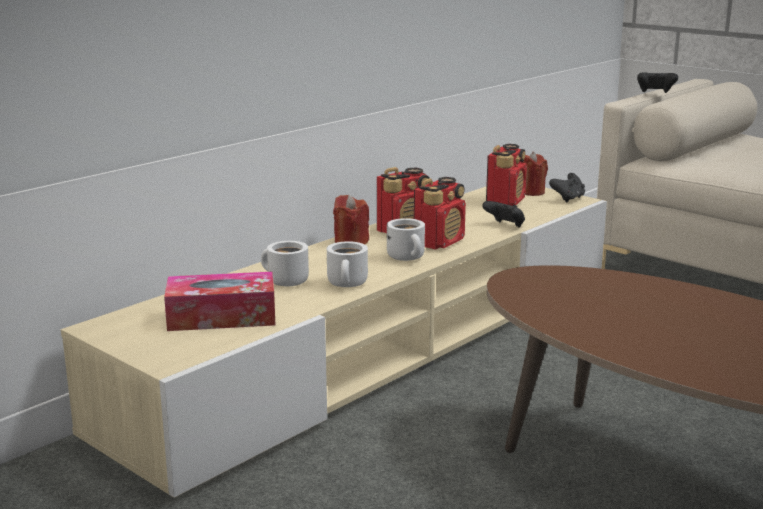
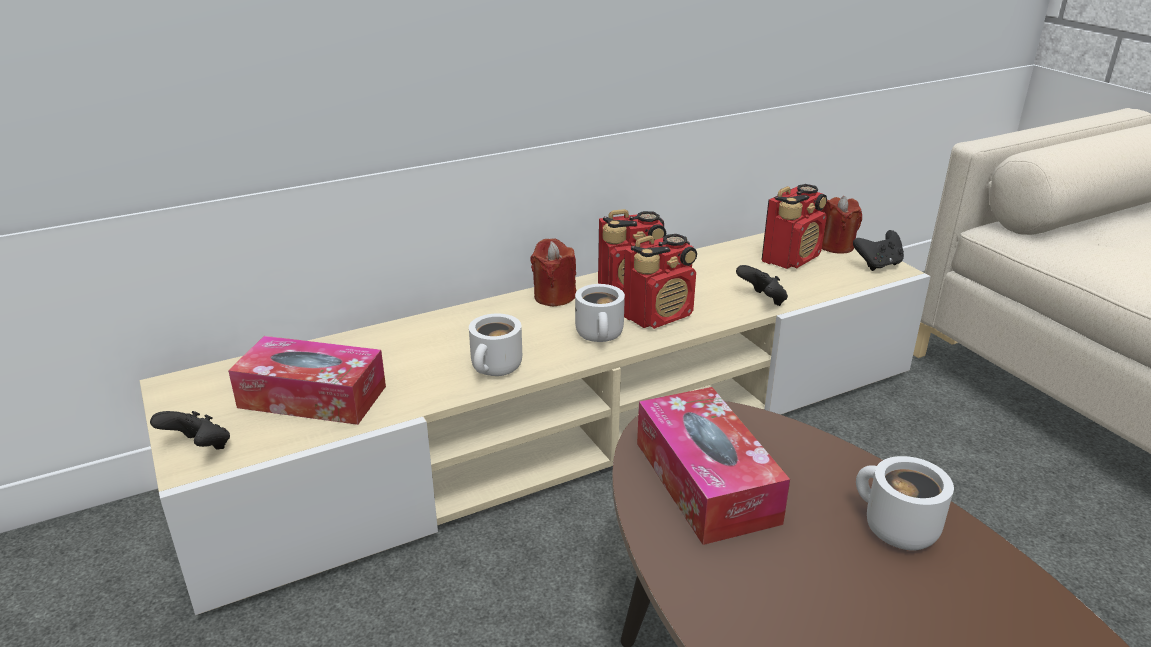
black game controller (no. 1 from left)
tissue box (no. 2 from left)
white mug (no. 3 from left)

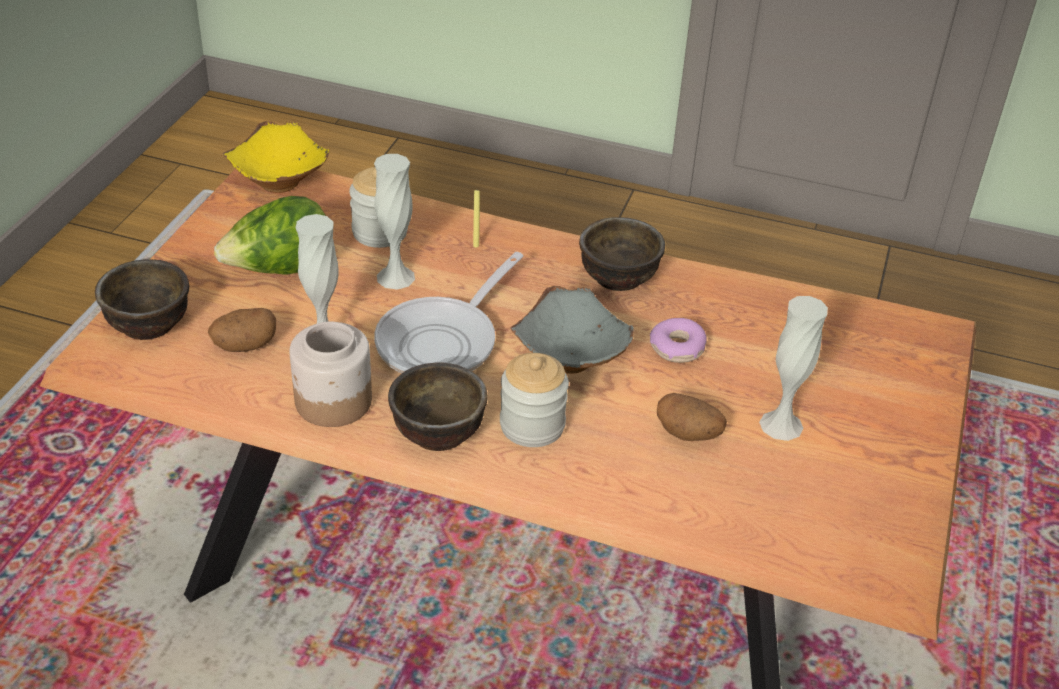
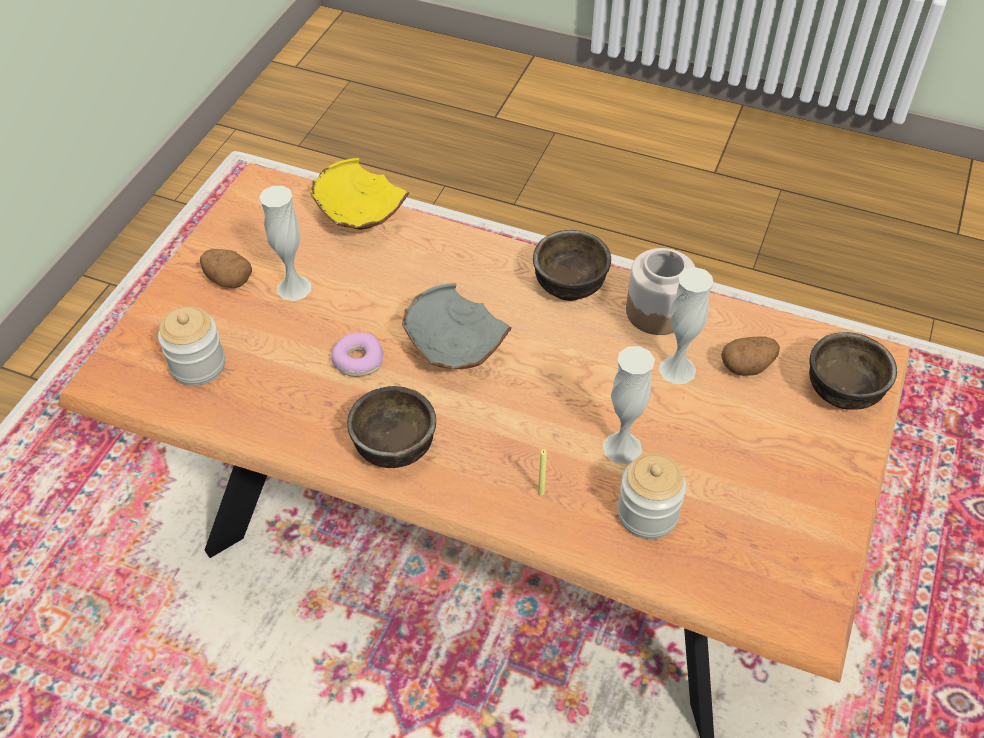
jar (no. 1 from left)
potato (no. 1 from left)
yellow bowl
lettuce
frying pan

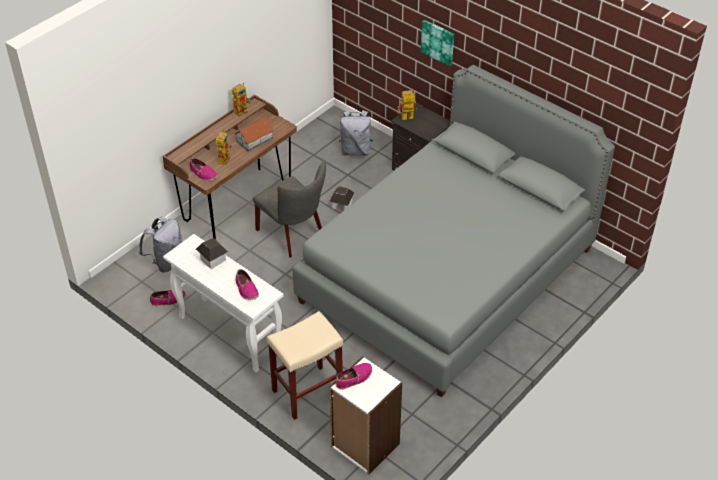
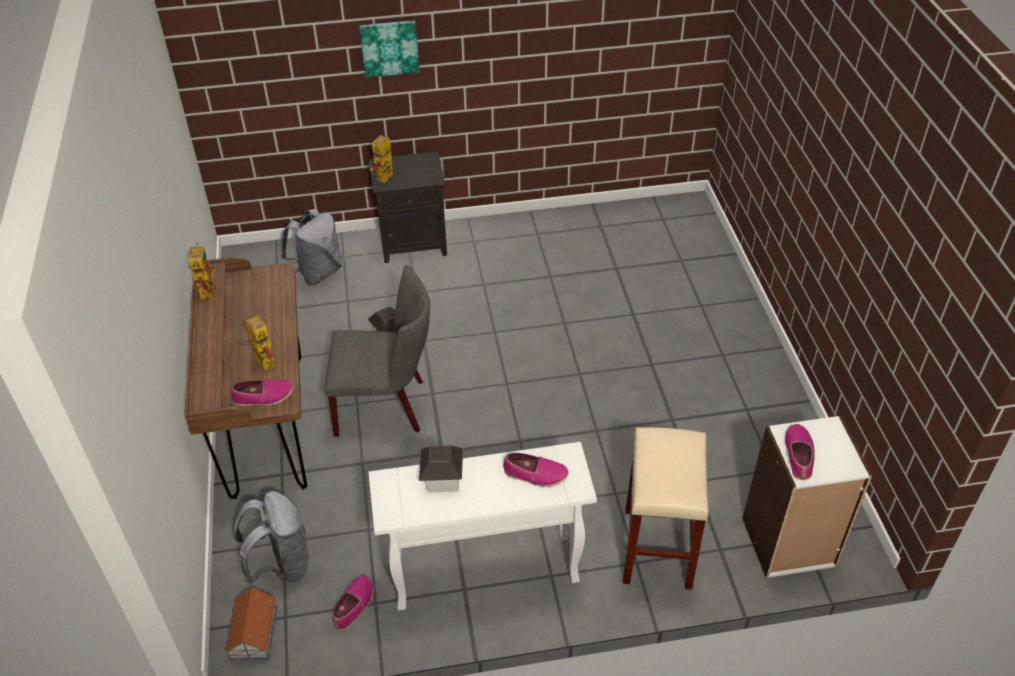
toy house (no. 1 from left)
grey bed

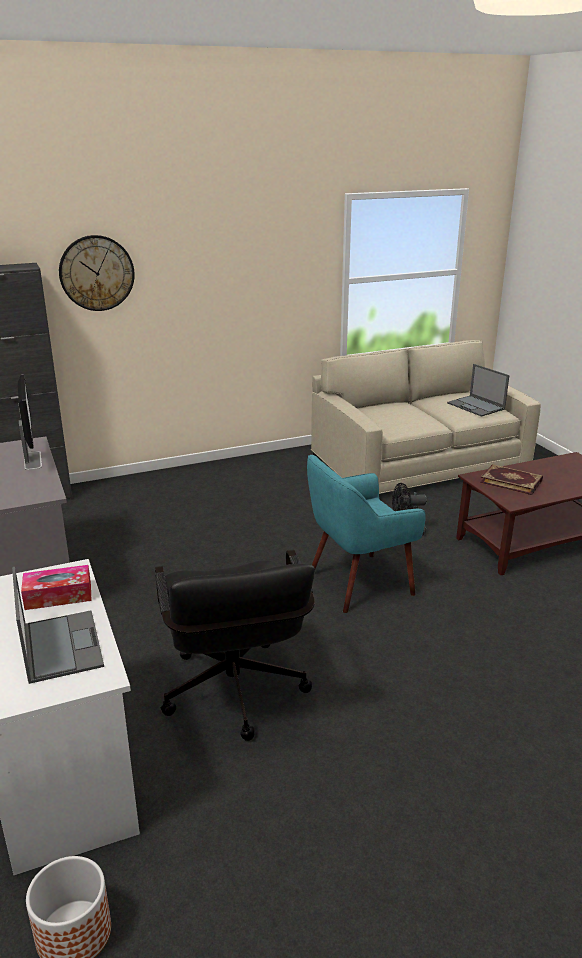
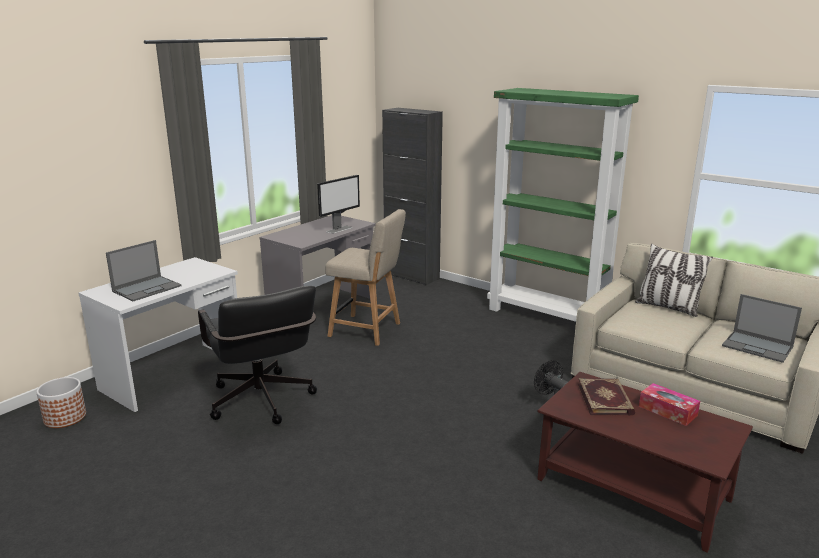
black office chair
beige chair
green bookcase
pillow
tissue box
laptop (no. 2 from left)
wall clock
turquoise armchair

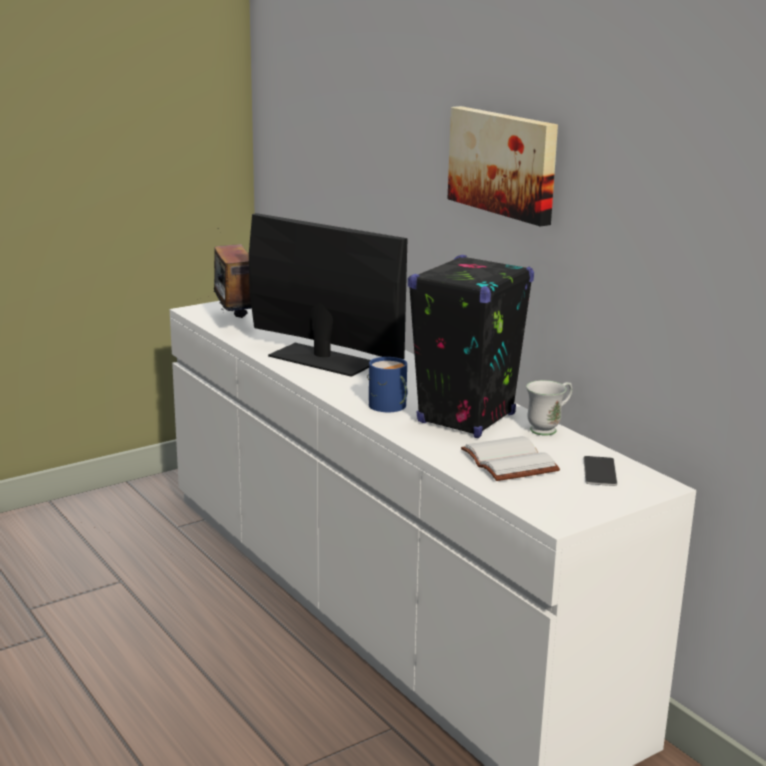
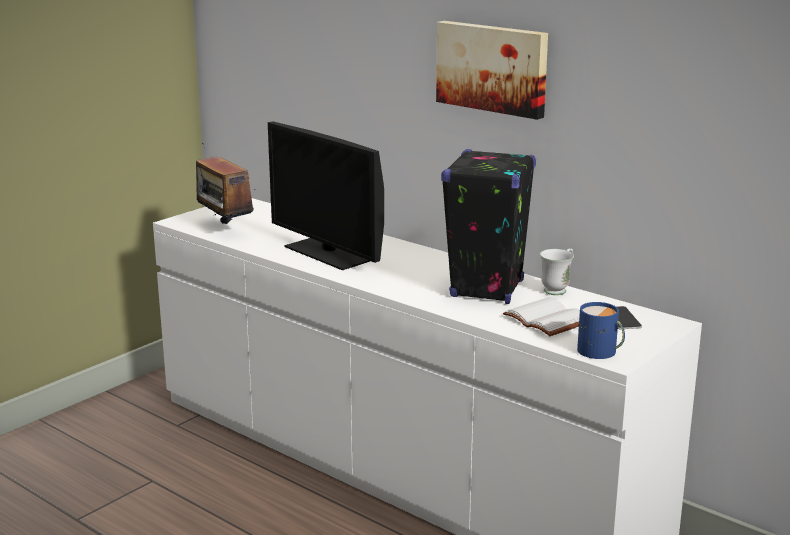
monitor
blue mug

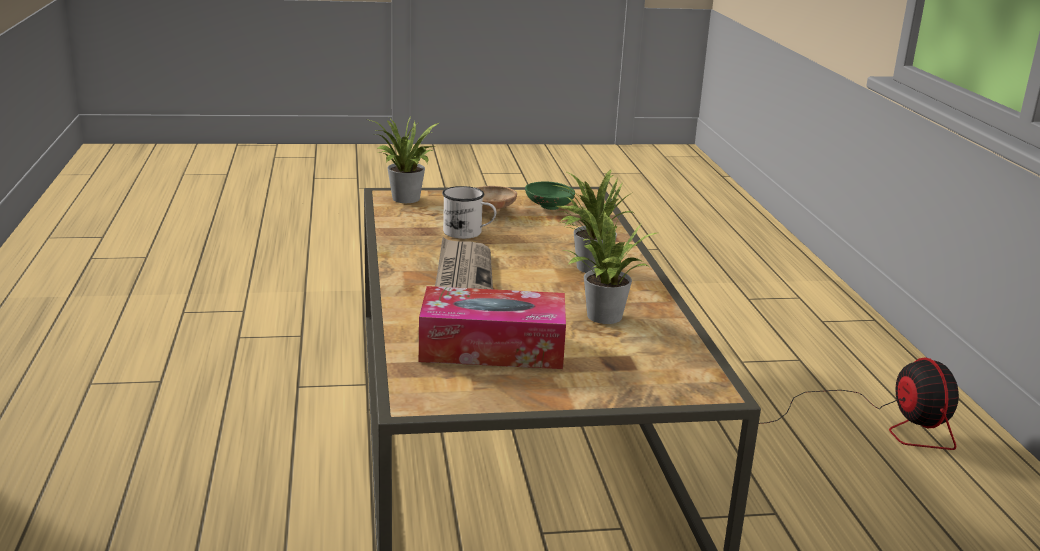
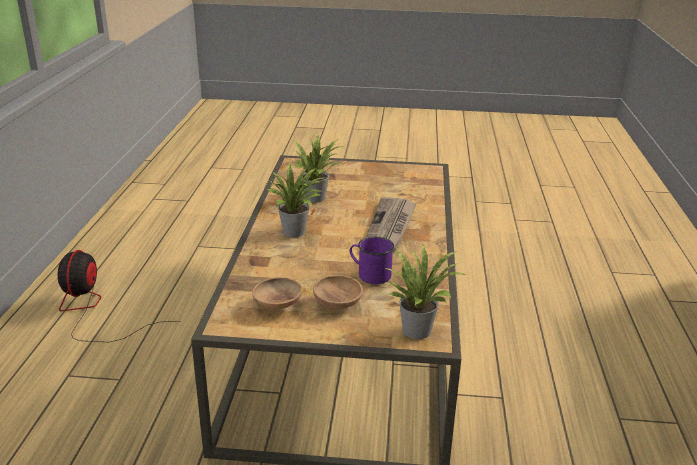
brown bowl (no. 1 from left)
purple mug
tissue box

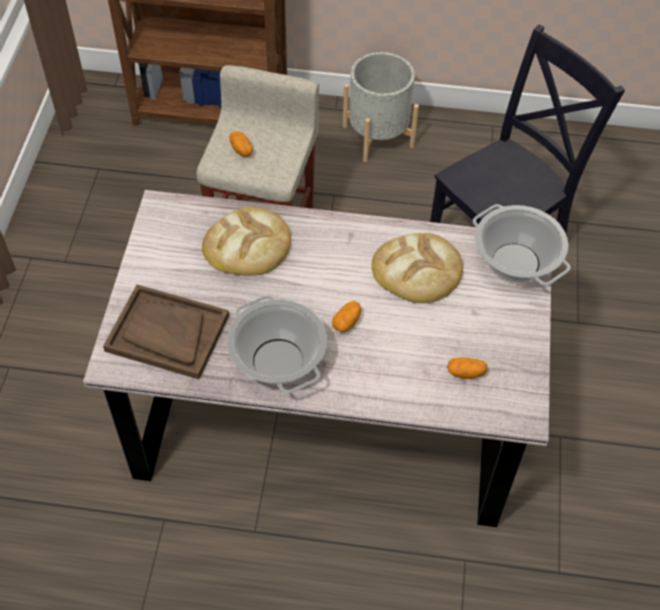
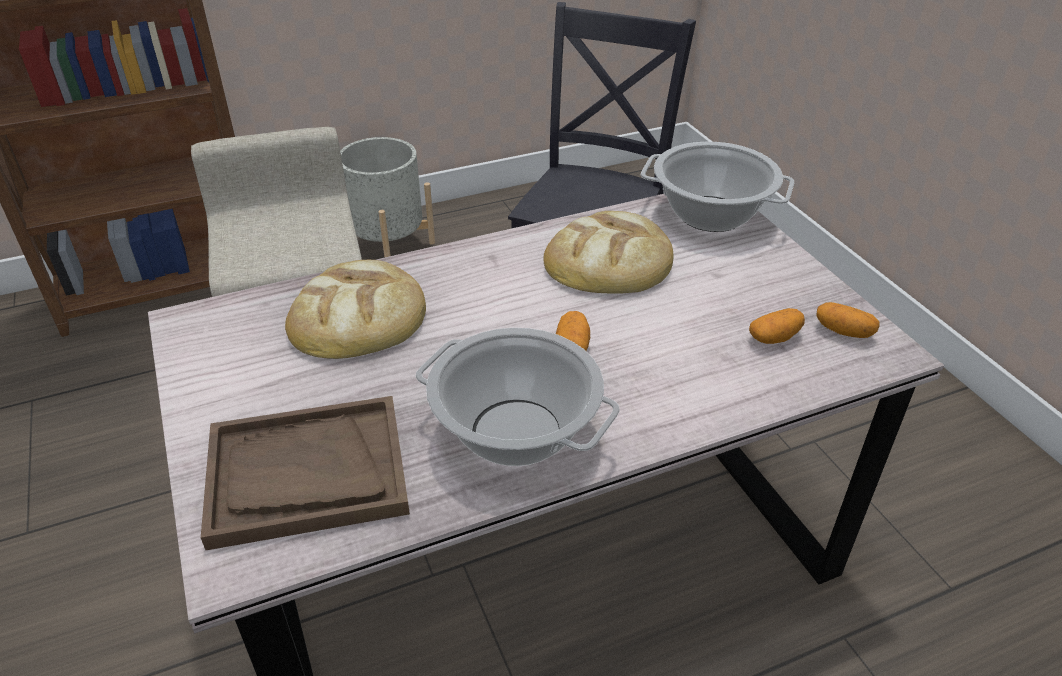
potato (no. 3 from left)

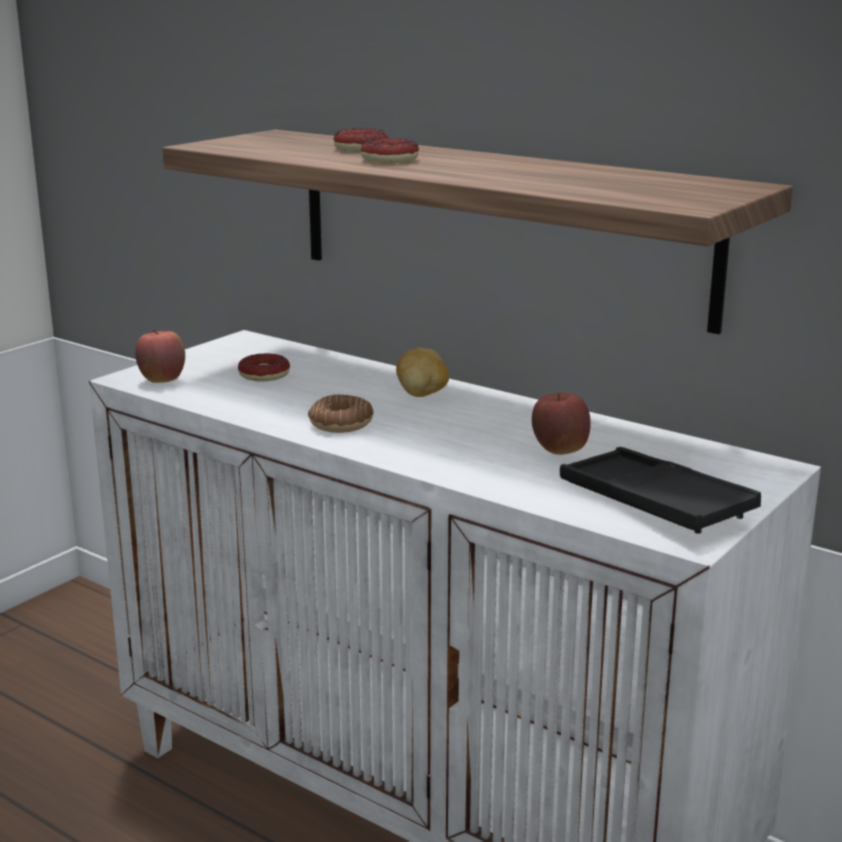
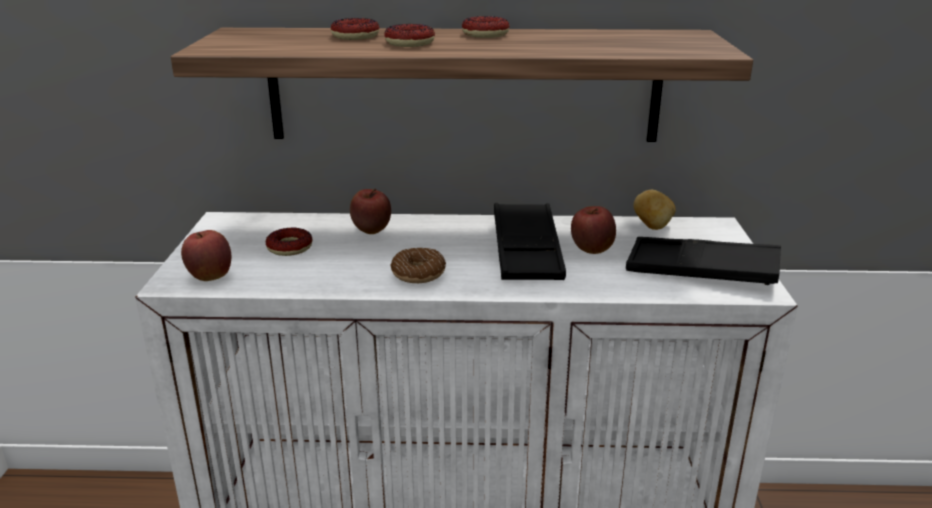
apple (no. 2 from left)
donut (no. 5 from left)
black tray (no. 1 from left)
potato

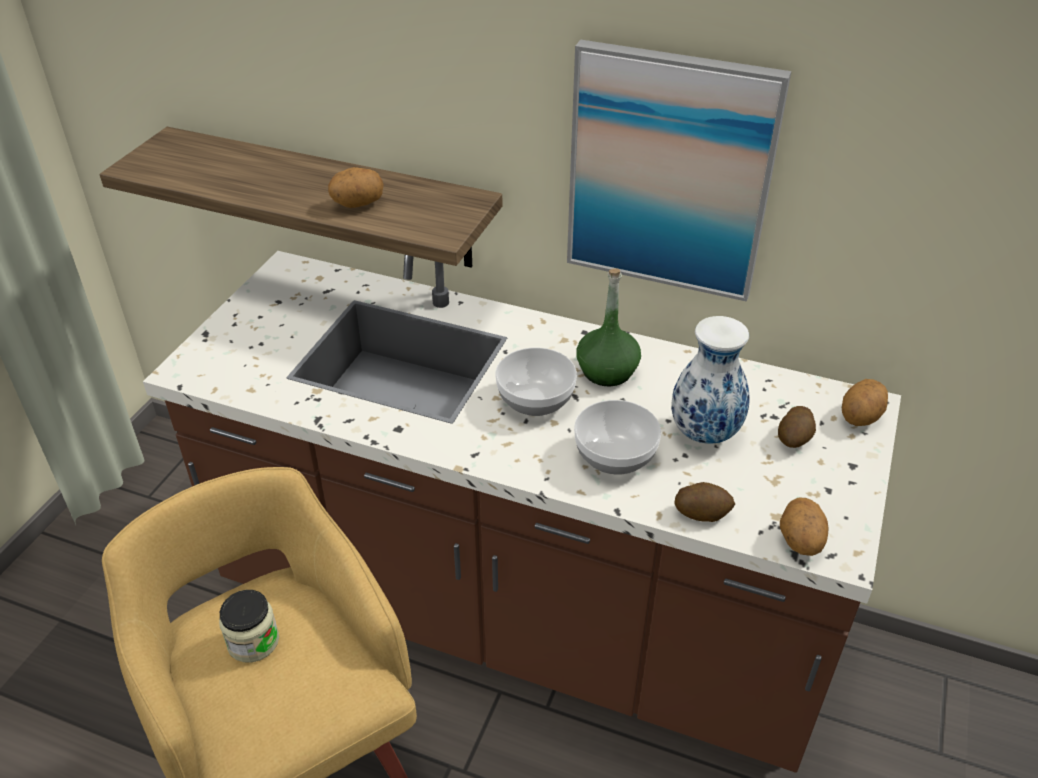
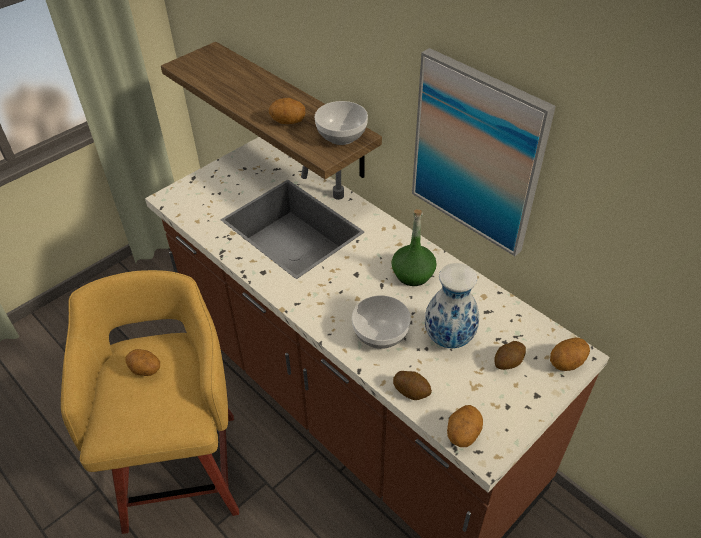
potato (no. 1 from left)
bowl (no. 1 from left)

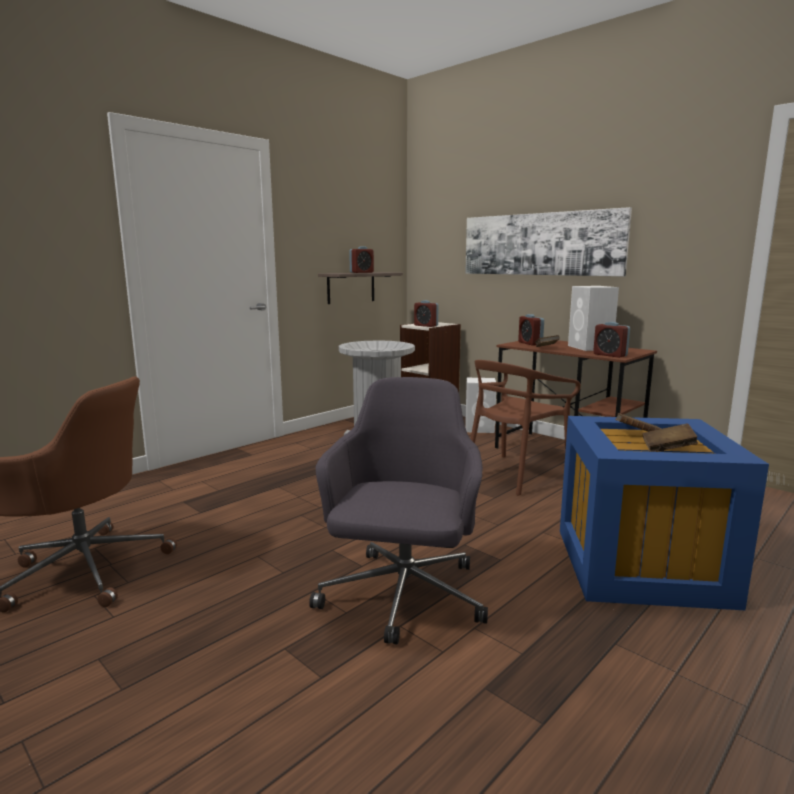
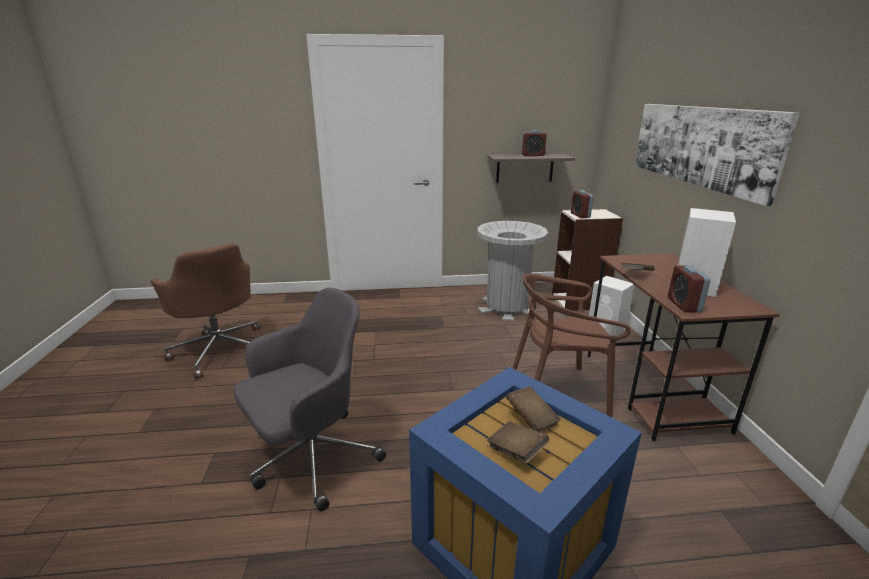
alarm clock (no. 3 from left in the first image)

